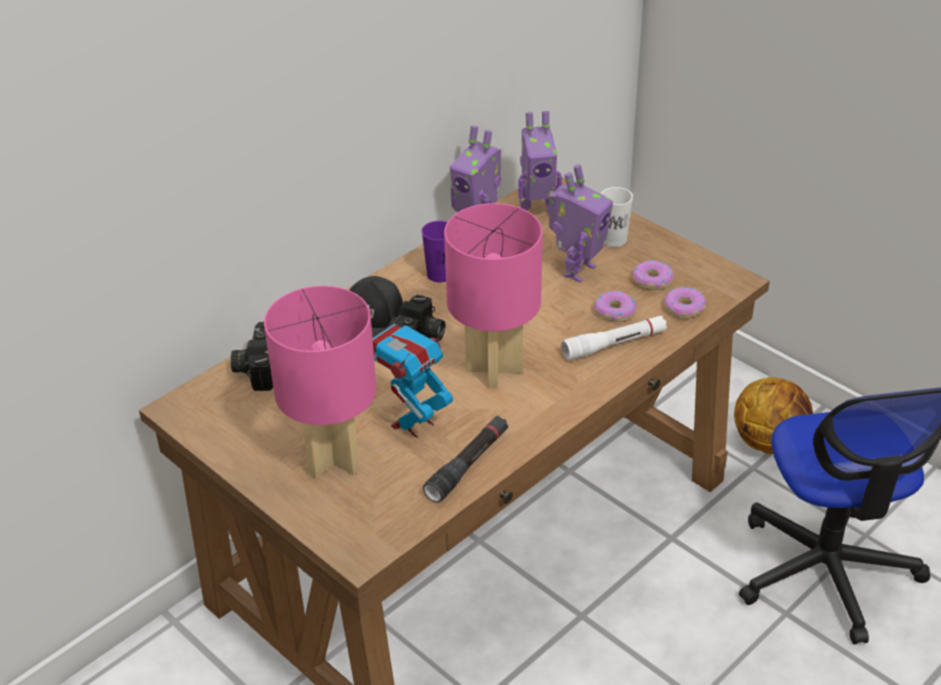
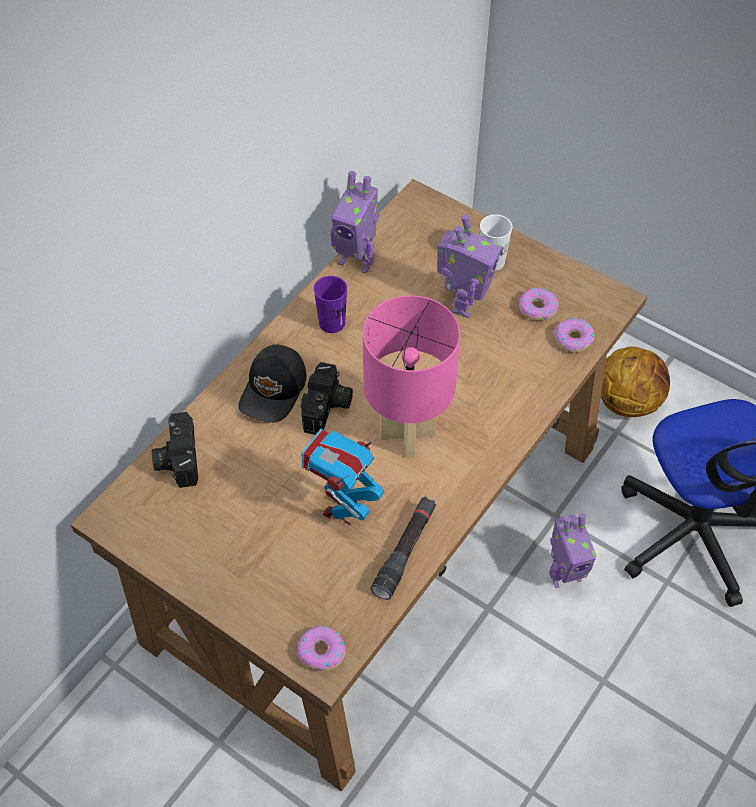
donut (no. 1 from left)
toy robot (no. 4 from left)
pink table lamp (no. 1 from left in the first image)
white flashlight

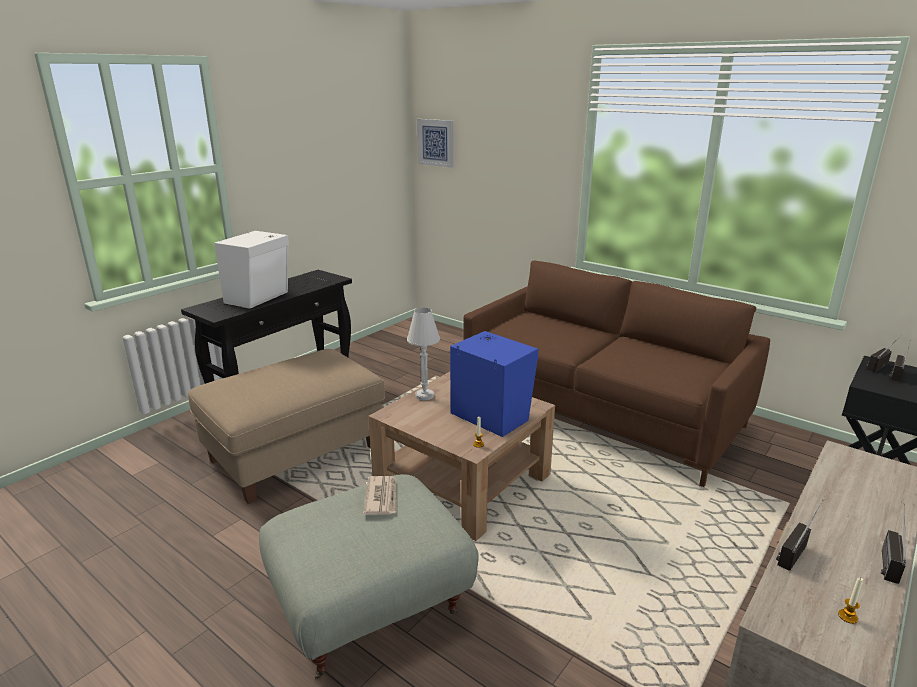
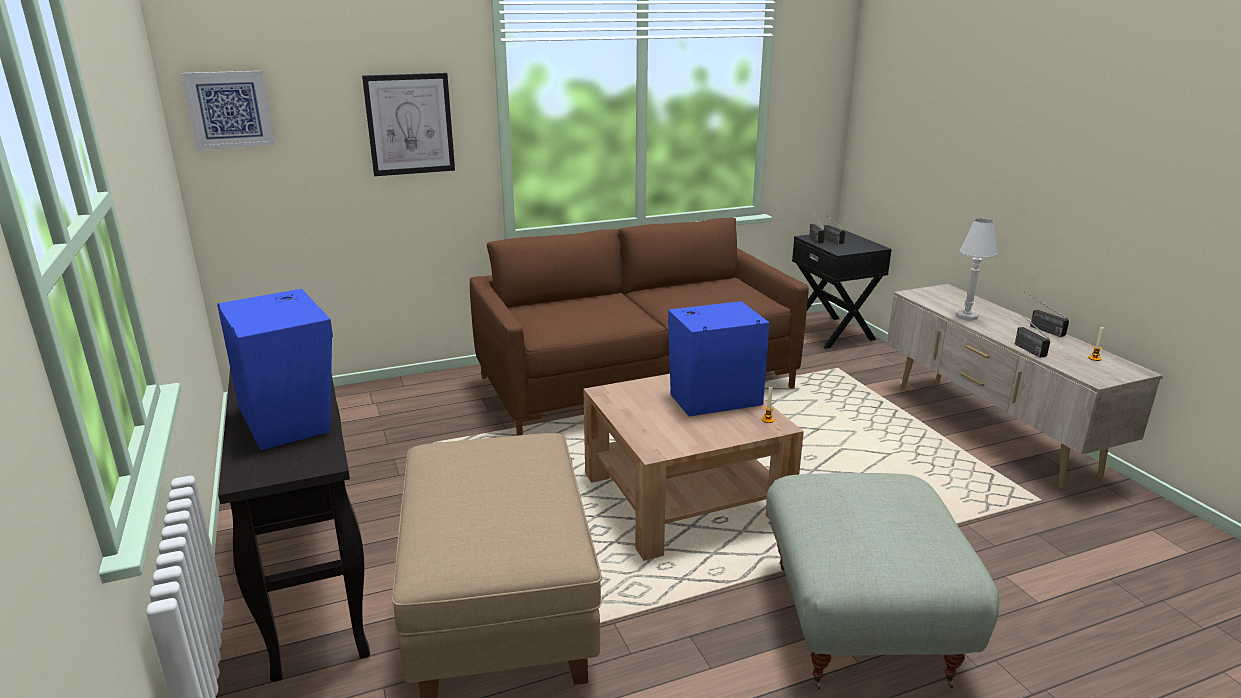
blue speaker (no. 1 from left)
picture (no. 2 from left)
white table lamp
newspaper

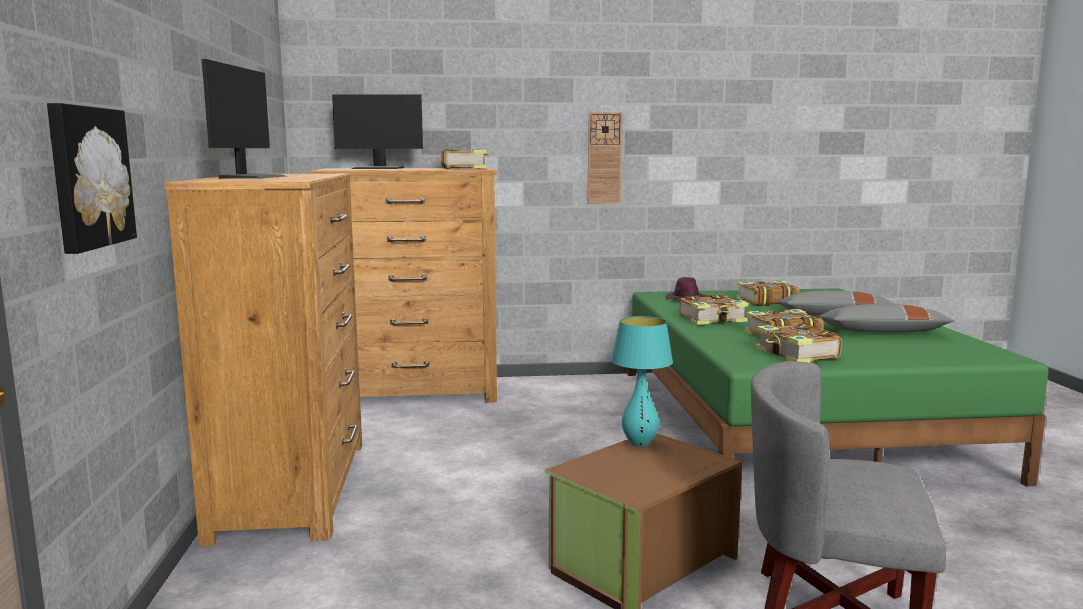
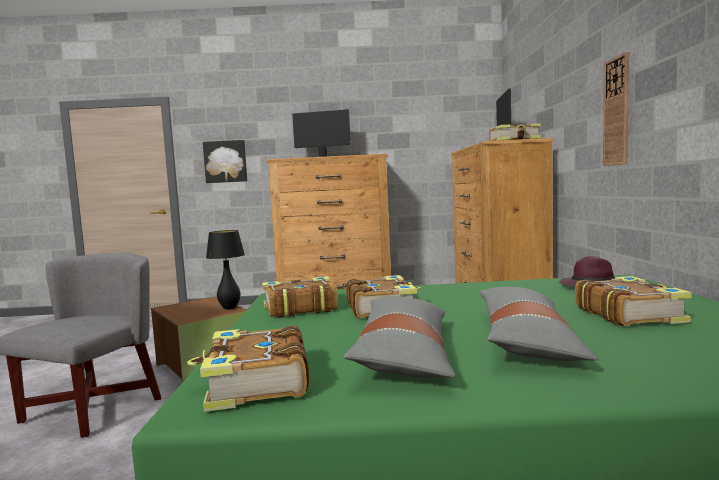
book (no. 1 from left)
black table lamp

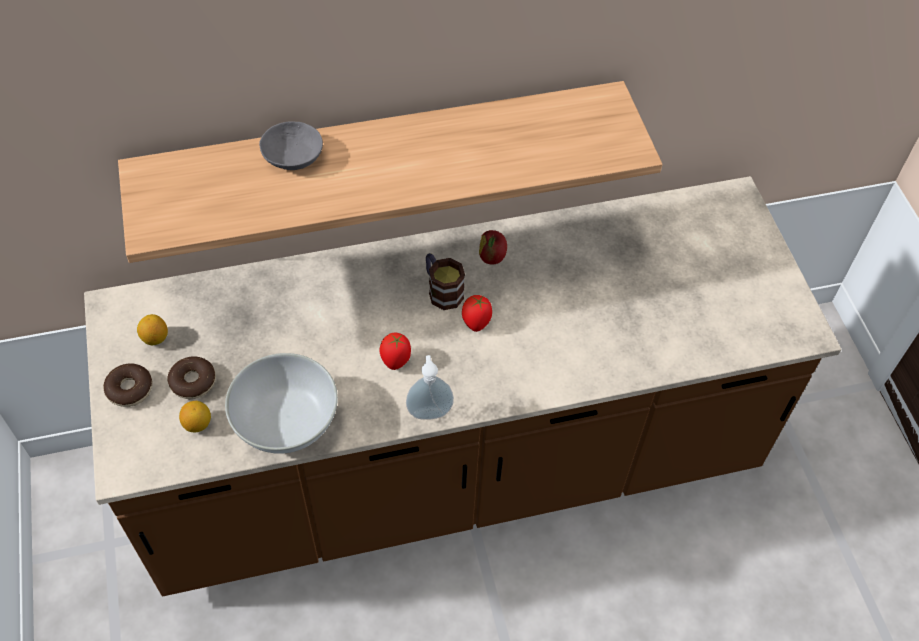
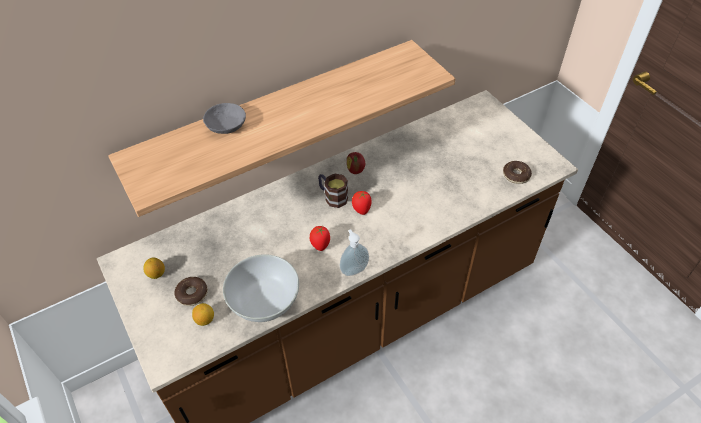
donut (no. 2 from left)

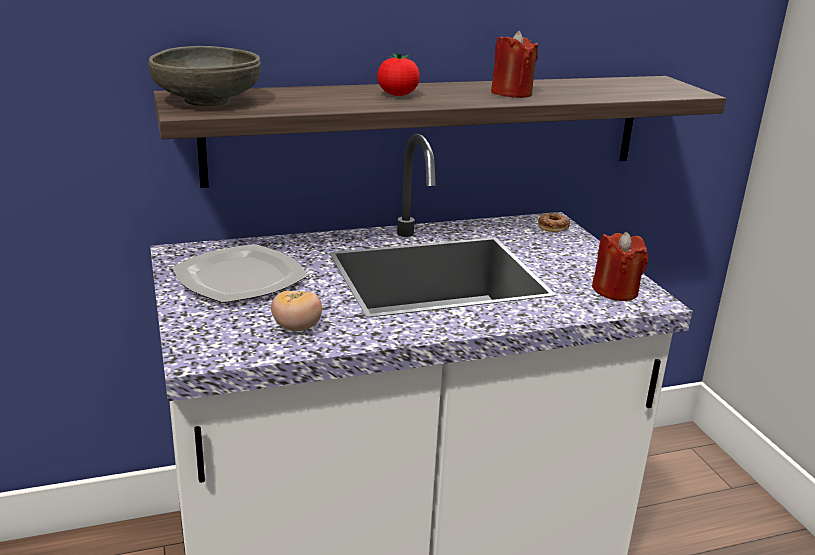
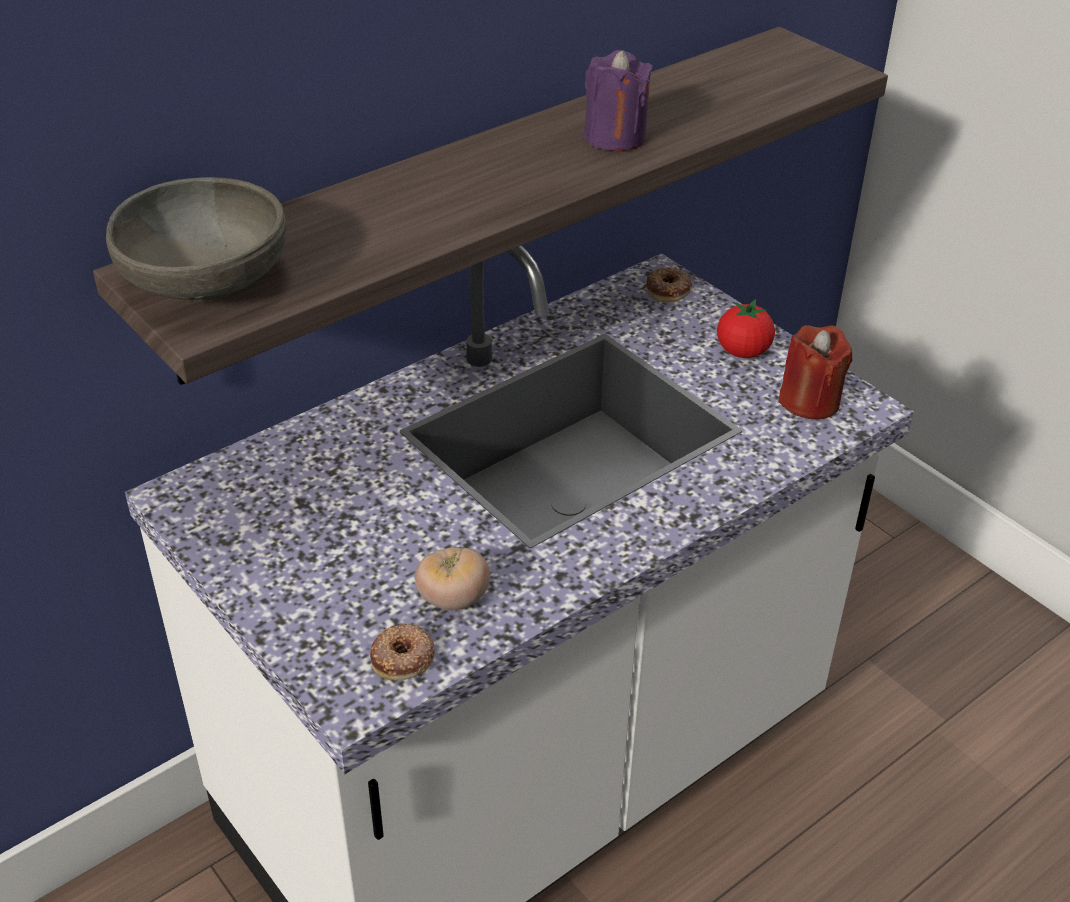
donut (no. 1 from left)
purple candle
tomato (no. 2 from left)
plate

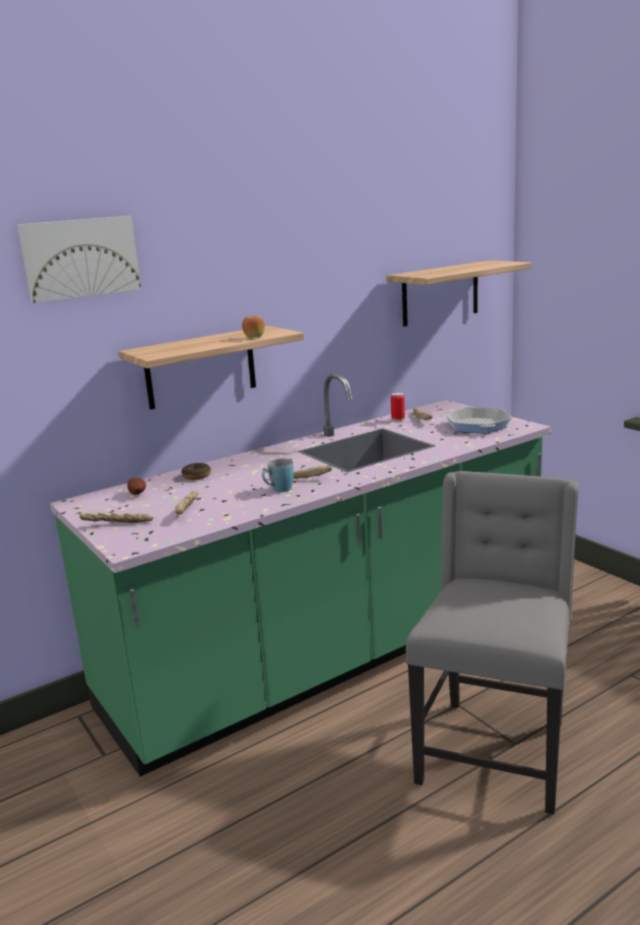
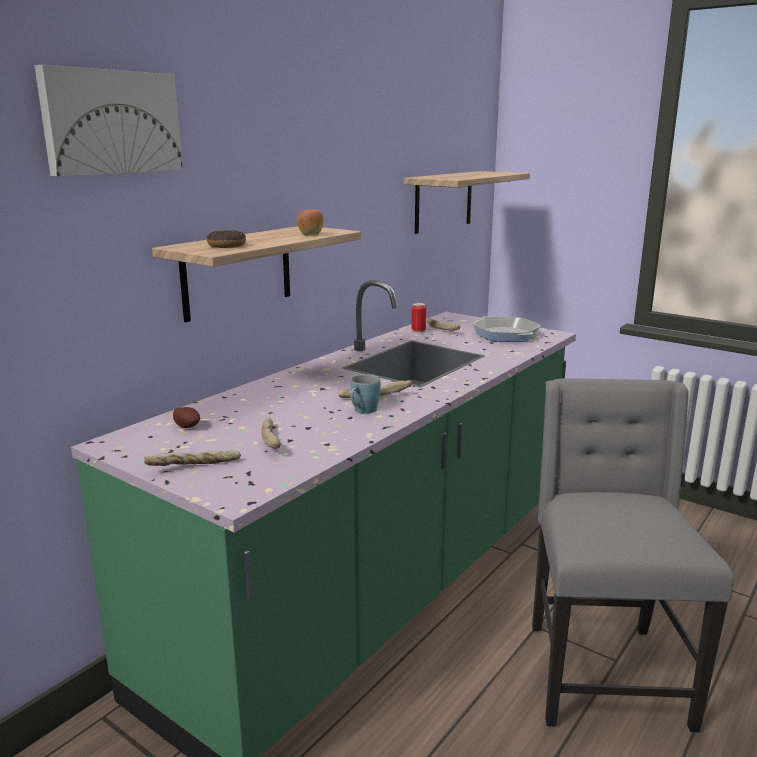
donut

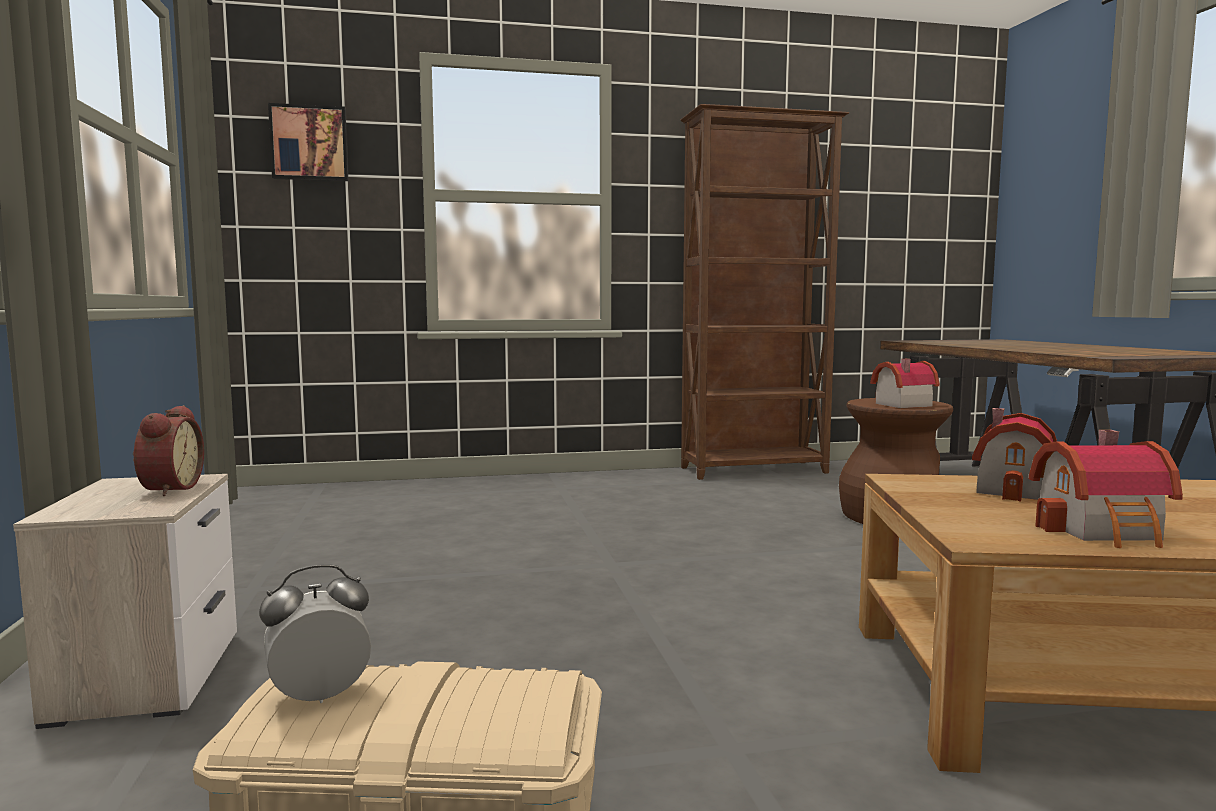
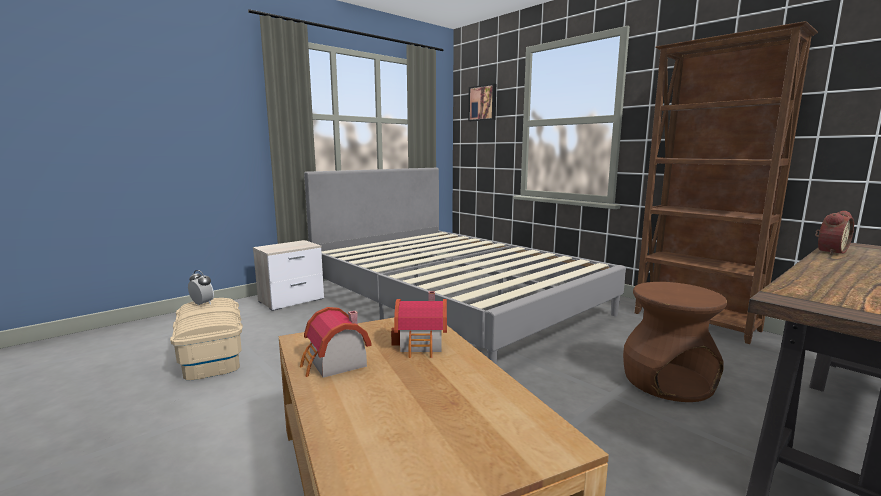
grey bed
alarm clock (no. 2 from left)
toy house (no. 1 from left in the first image)

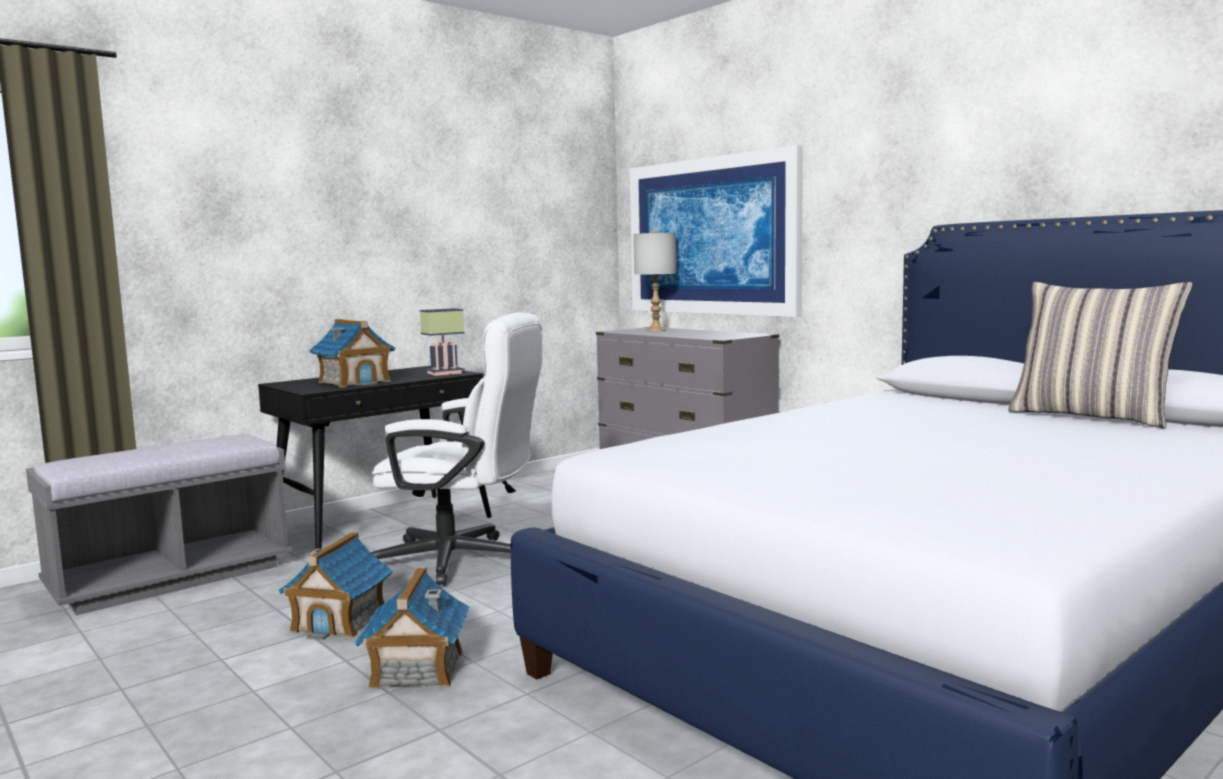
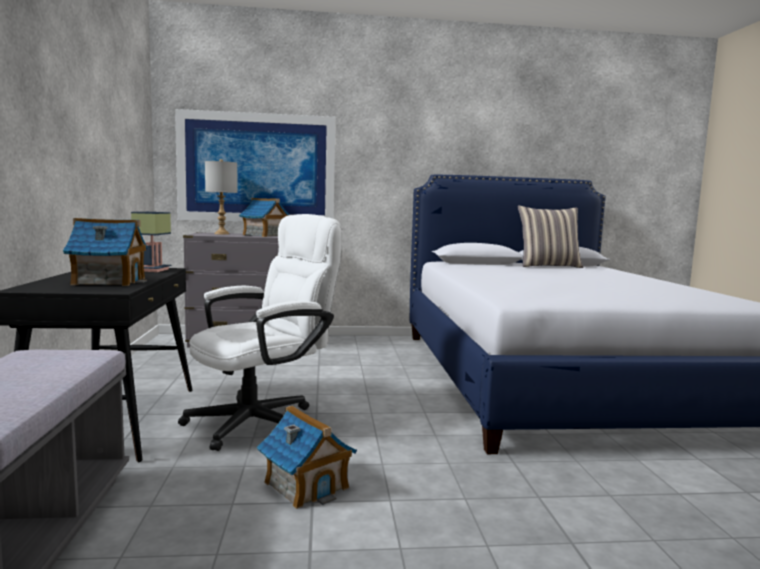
toy house (no. 2 from left)

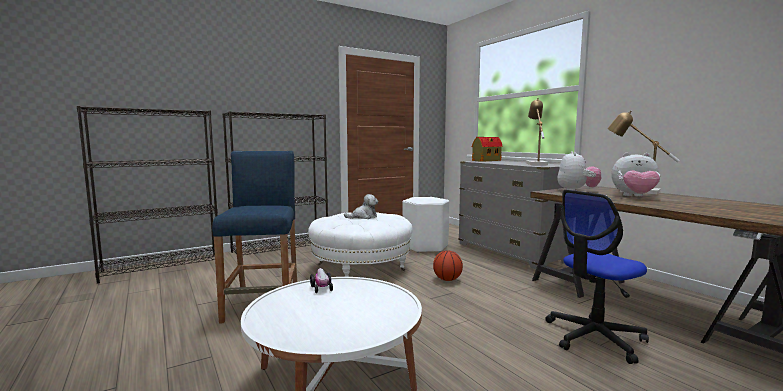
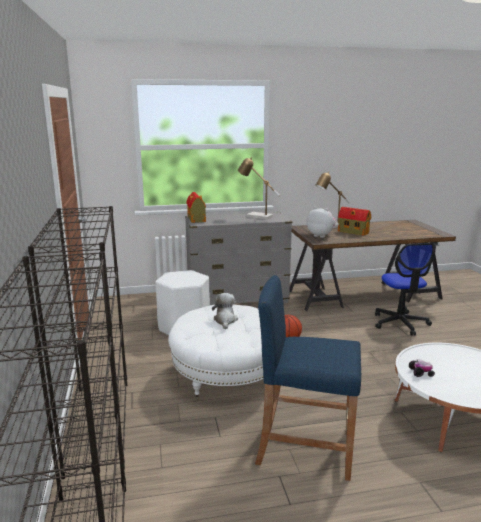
toy house (no. 2 from left)

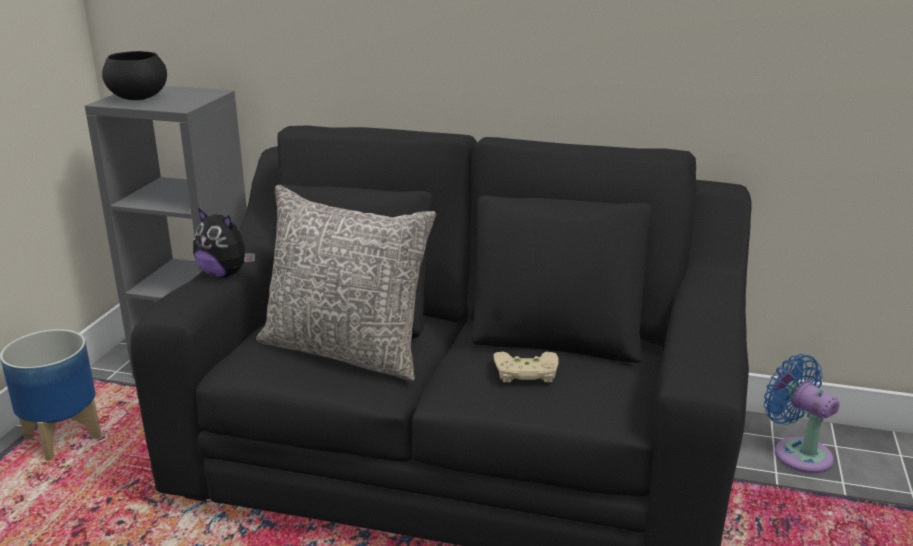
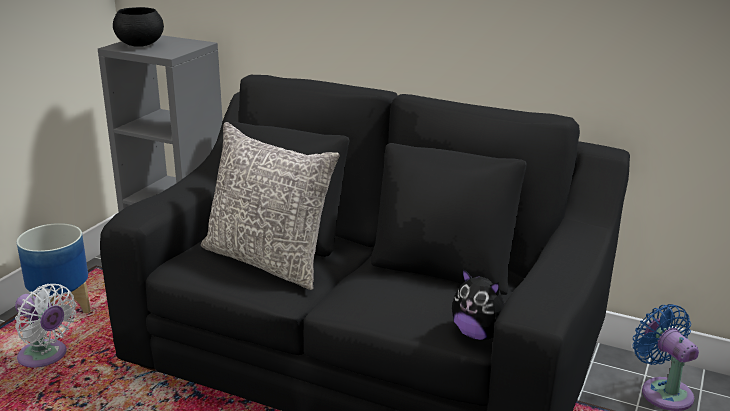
white fan
plush toy
beige game controller

